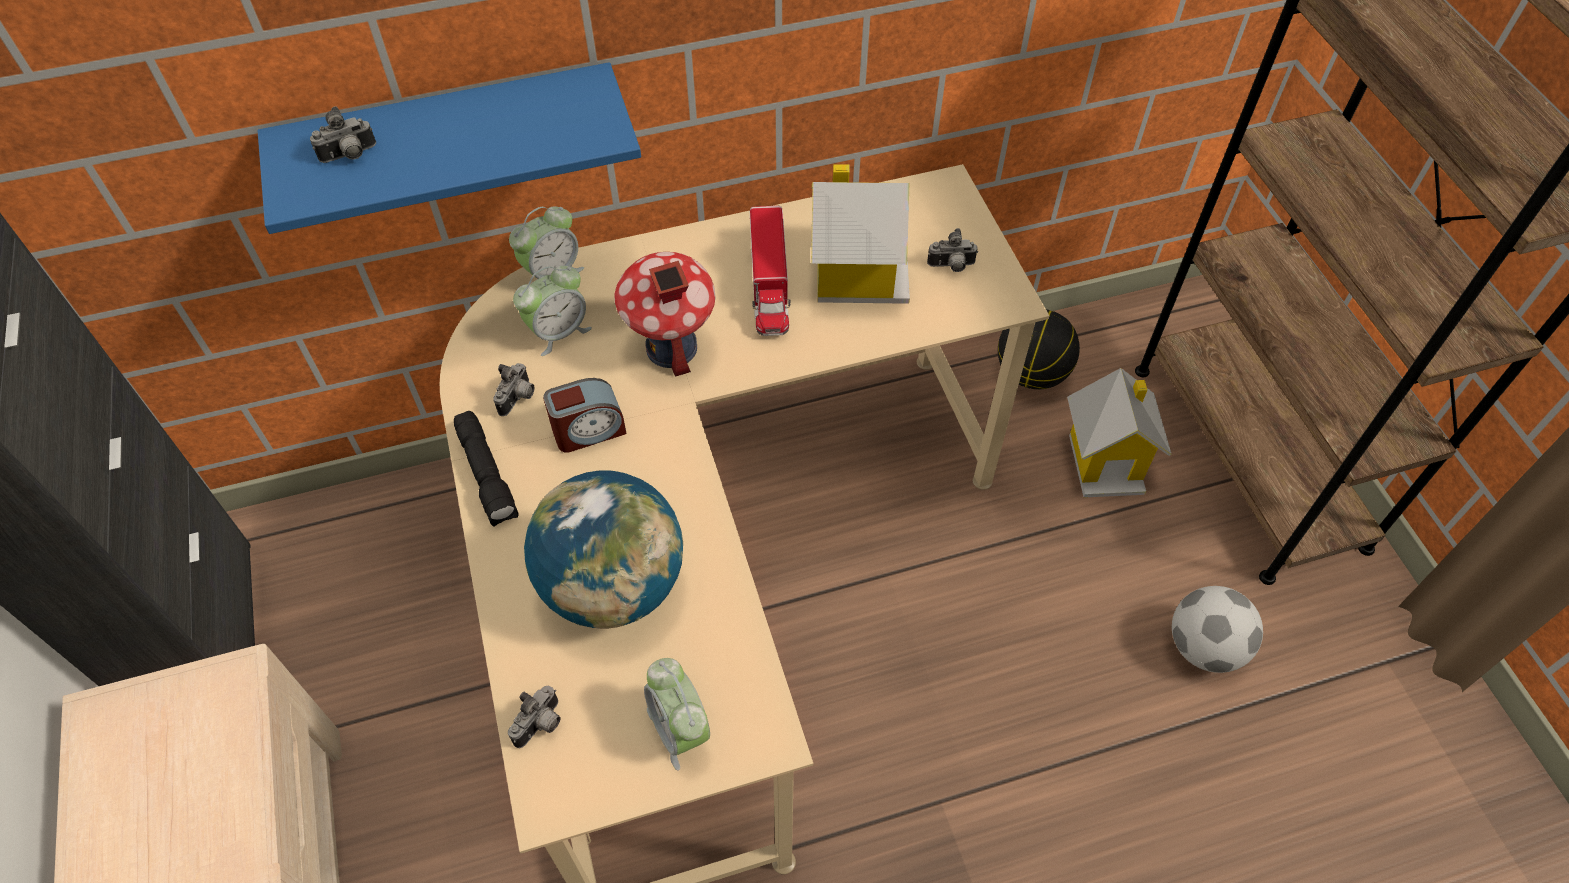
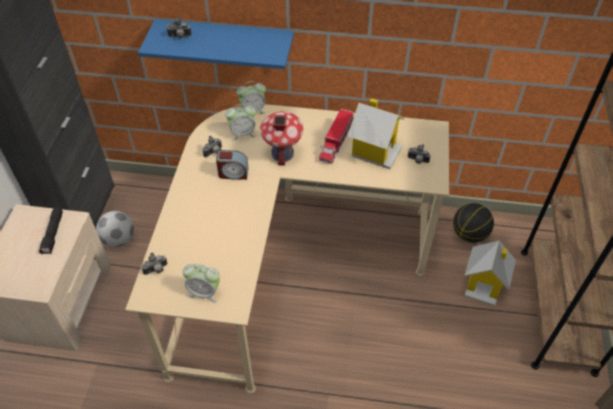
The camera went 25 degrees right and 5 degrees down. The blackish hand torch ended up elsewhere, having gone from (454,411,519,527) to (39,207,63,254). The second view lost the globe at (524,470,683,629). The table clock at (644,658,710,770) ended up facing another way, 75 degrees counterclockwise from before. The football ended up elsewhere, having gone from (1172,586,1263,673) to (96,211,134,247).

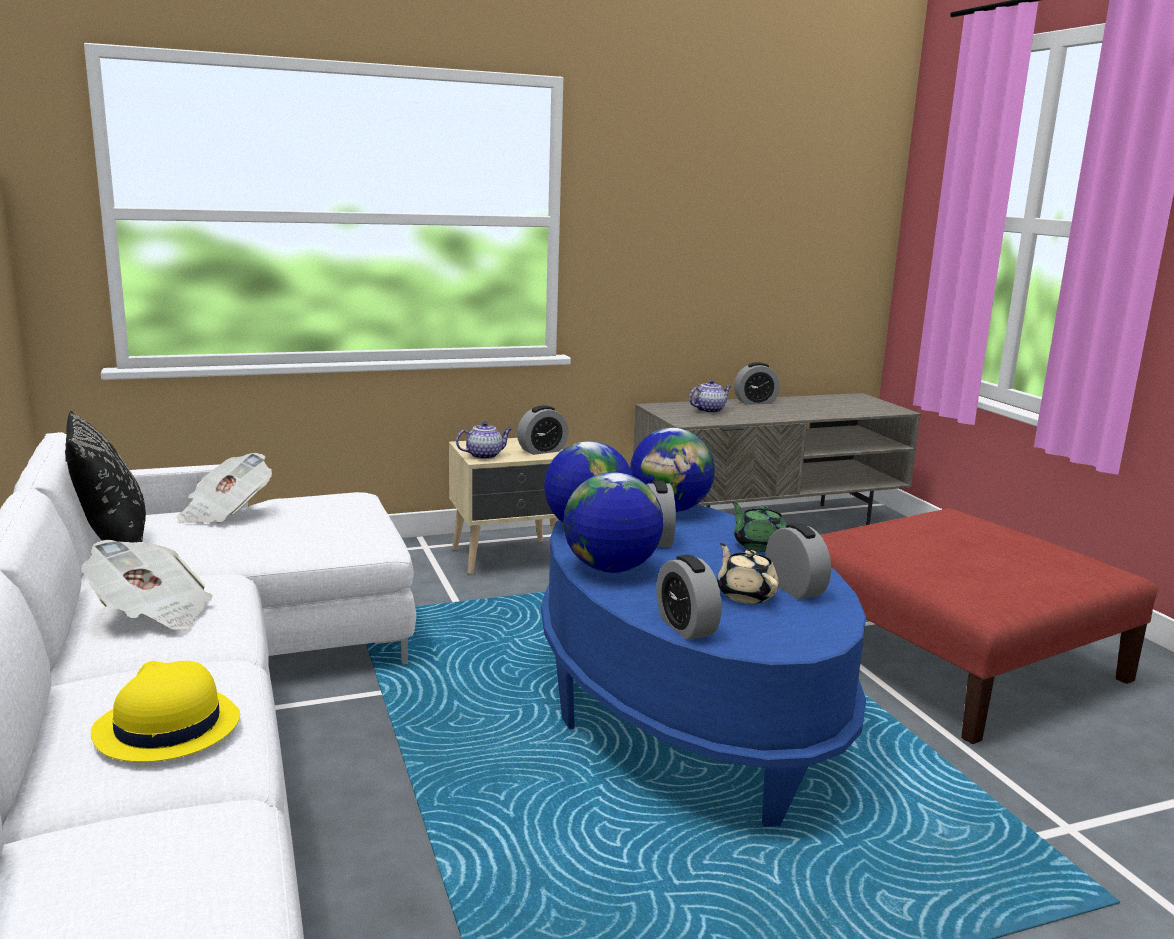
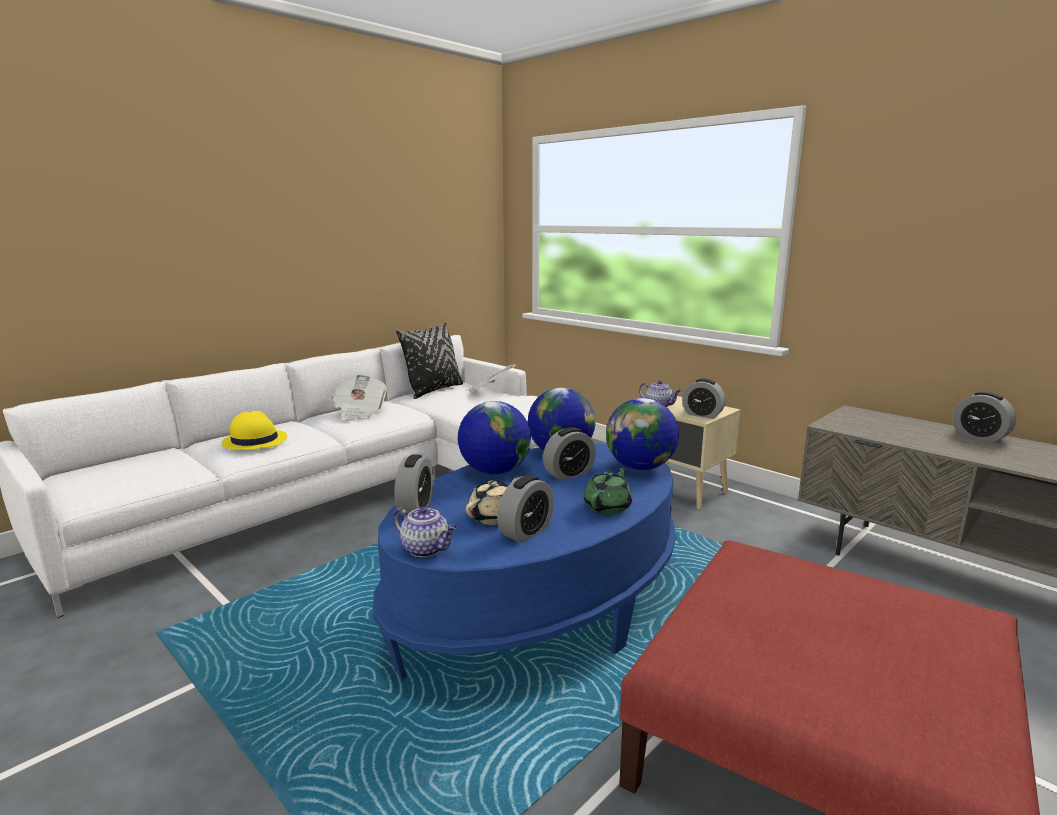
The camera went 65 degrees right and 0 degrees up. The table clock at (656,555,722,640) ended up facing another way, 150 degrees clockwise from before. The teapot ended up elsewhere, having gone from (689,380,731,413) to (393,506,457,557).

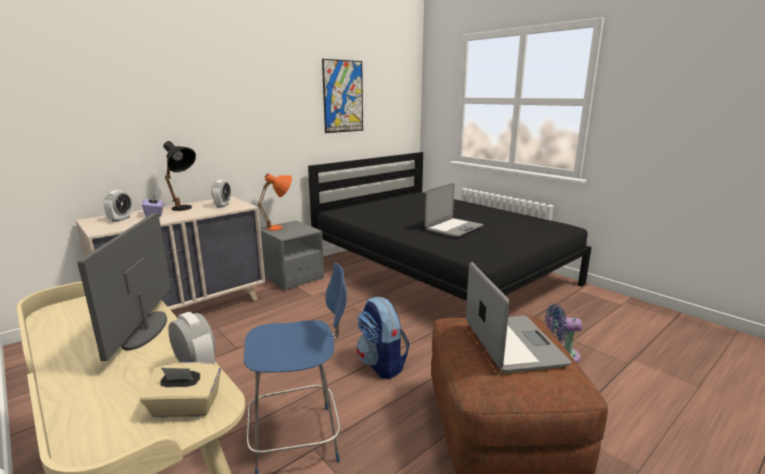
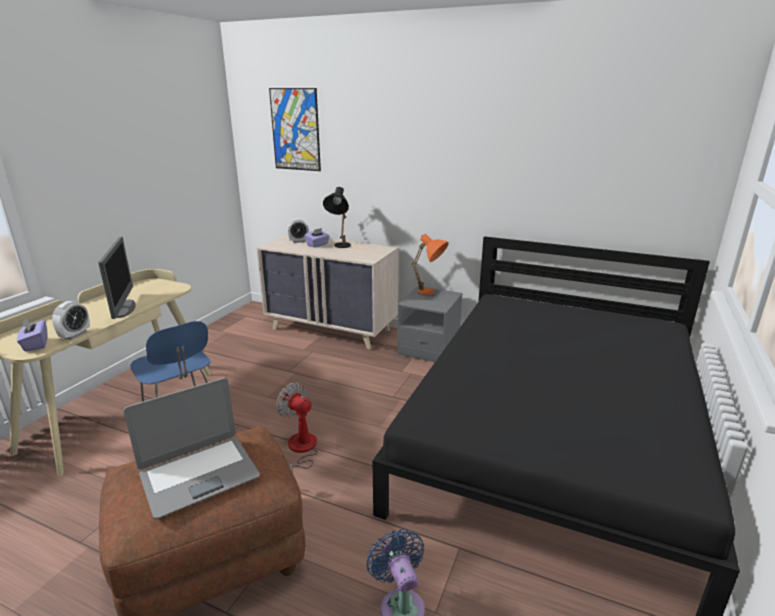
The camera went 65 degrees right and 5 degrees up. The computer screen at (77,213,171,361) ended up facing another way, 105 degrees clockwise from before. What was the beige tissue box at (140,362,221,418) turned into the purple-coloured tissue box at (17,318,48,352). The second view lost the table clock at (211,180,231,208). The wall art ended up elsewhere, having gone from (322,59,363,133) to (269,88,321,171). Where the knapsack stood at (357,297,410,379), the fan came to stand at (276,382,318,473). The second view lost the notebook computer at (425,183,484,237).

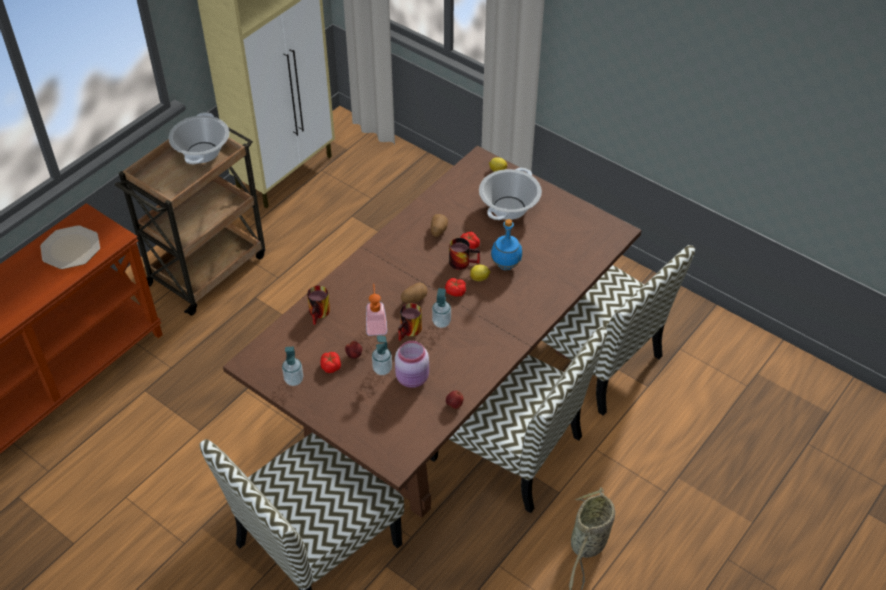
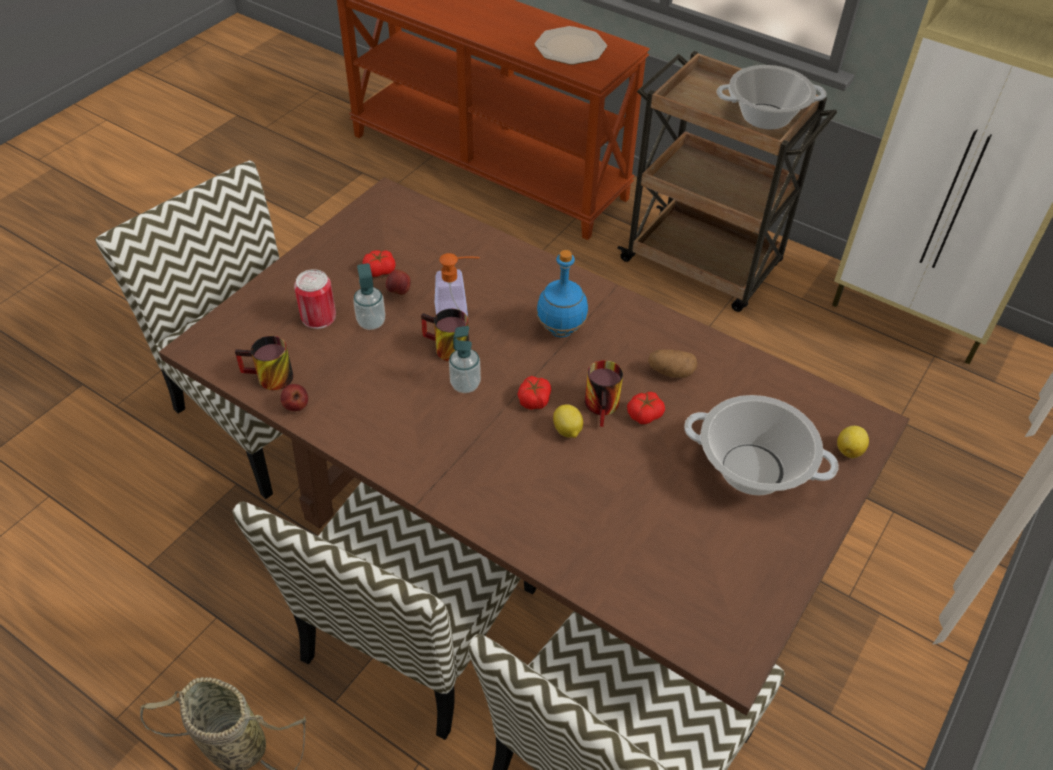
The camera went 85 degrees right and 0 degrees up. The second view lost the soap bottle at (282,347,303,386). The mug ended up elsewhere, having gone from (307,285,330,325) to (235,336,293,390). The second view lost the pinkish preserve jar at (395,341,429,388). The second view lost the spud at (401,282,428,303). The bluish drink bottle ended up elsewhere, having gone from (491,219,523,270) to (536,250,588,337). The second view gained the sealed can at (294,269,336,329).

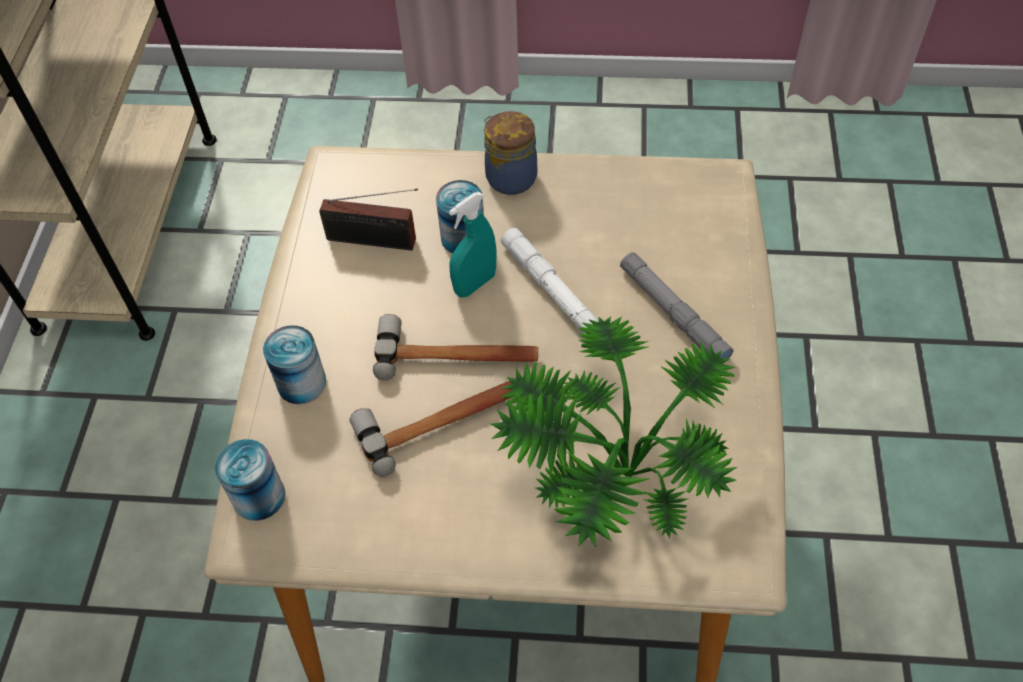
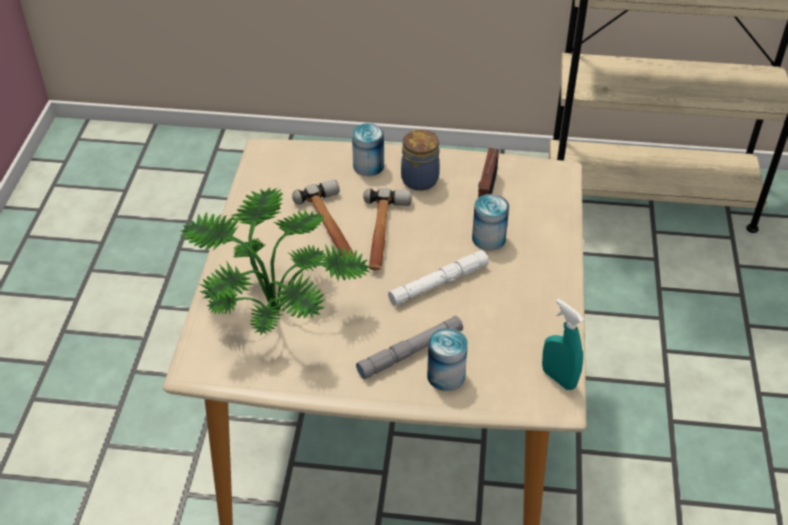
The camera went 90 degrees right and 10 degrees down. The sealed can ended up elsewhere, having gone from (215,439,285,521) to (427,328,468,391). The turquoise hand sprayer ended up elsewhere, having gone from (449,192,496,298) to (542,299,584,390). The preserve jar ended up elsewhere, having gone from (484,111,537,195) to (401,130,439,191).

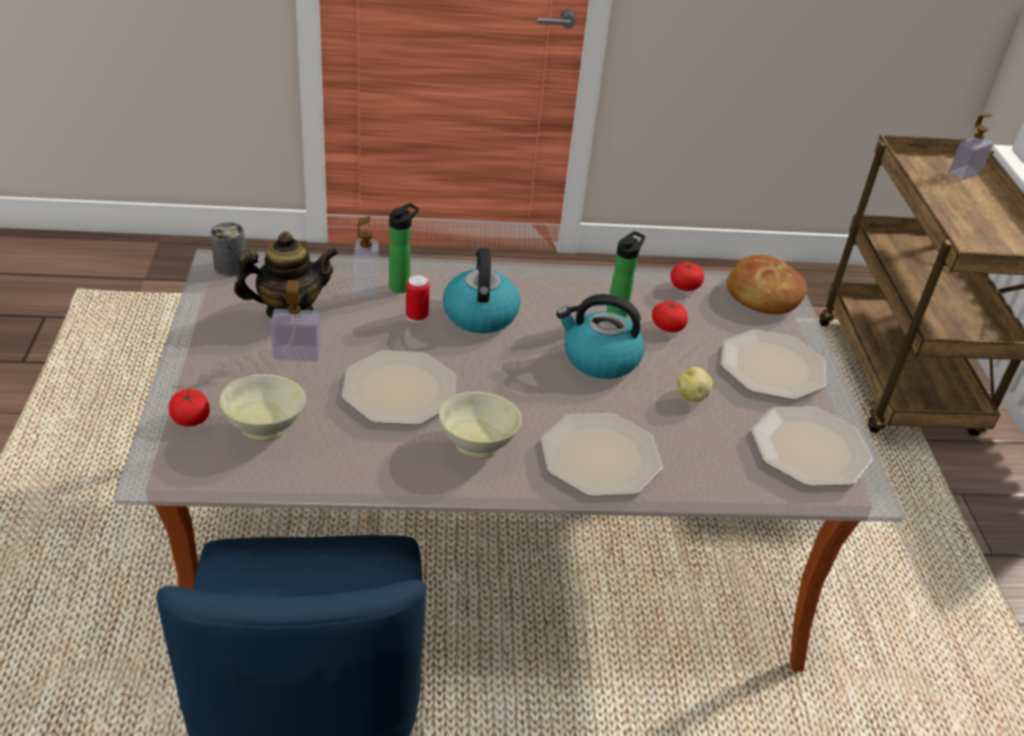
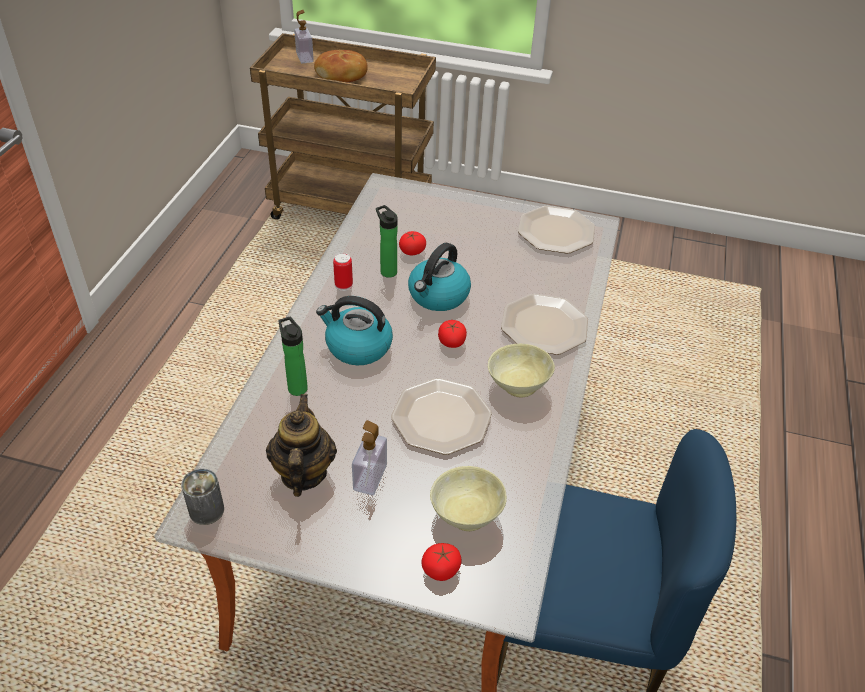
The camera went 70 degrees left and 5 degrees up. The second view lost the soap bottle at (353,216,378,298). The sealed can ended up elsewhere, having gone from (406,275,430,323) to (333,253,353,291). The tomato ended up elsewhere, having gone from (670,262,704,291) to (438,320,467,348). The second view lost the spud at (677,367,713,402). The second view lost the dinner plate at (720,329,826,400). The bread ended up elsewhere, having gone from (726,255,807,315) to (314,50,368,83).

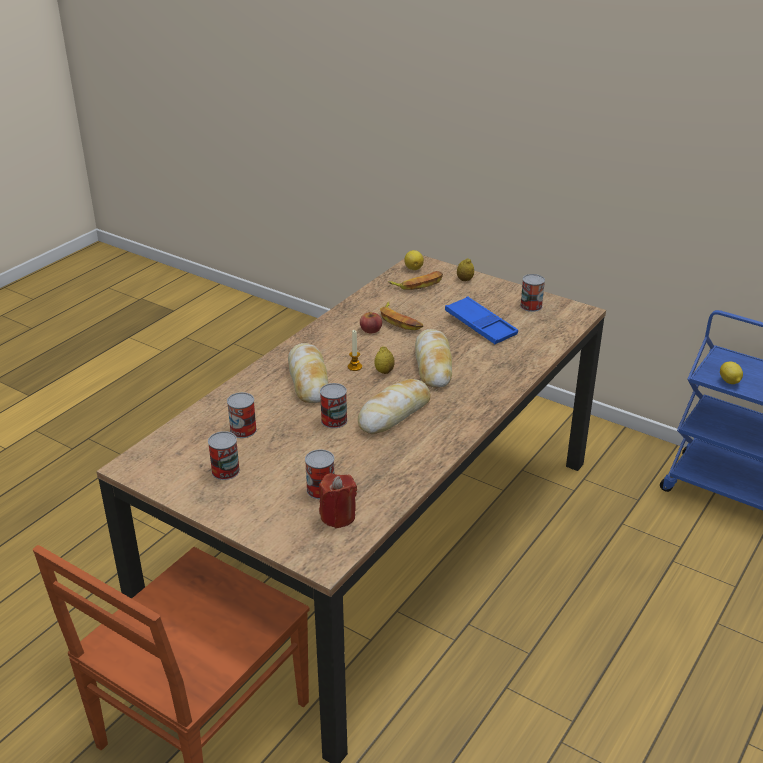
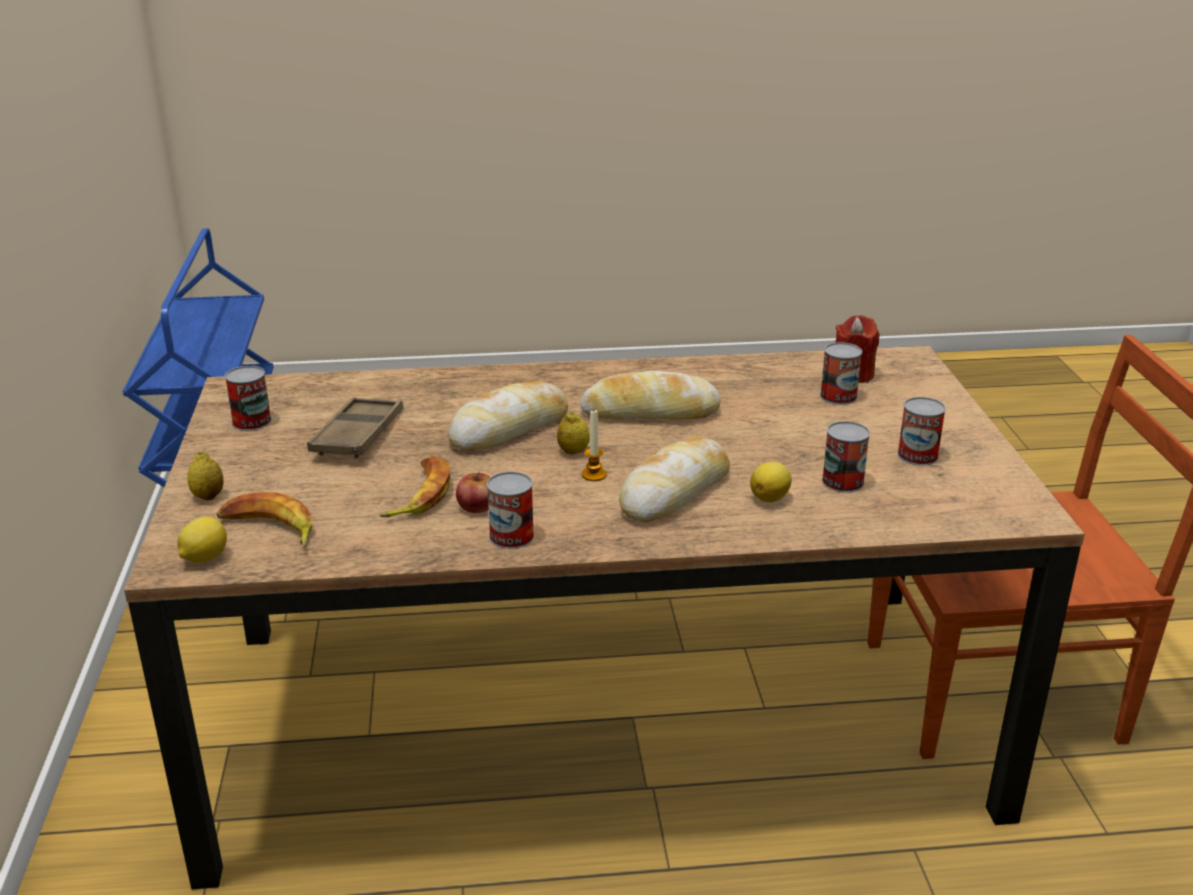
The camera went 130 degrees left and 5 degrees down. The sealed can ended up elsewhere, having gone from (320,383,347,428) to (487,472,534,549). What was the bluish tray at (445,296,518,344) turned into the brown tray at (307,397,403,458). The lemon ended up elsewhere, having gone from (720,362,743,384) to (750,462,792,503).

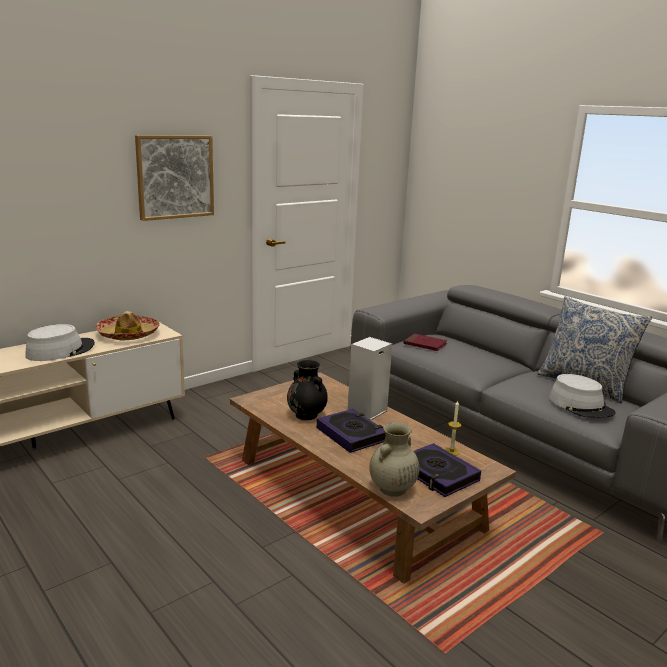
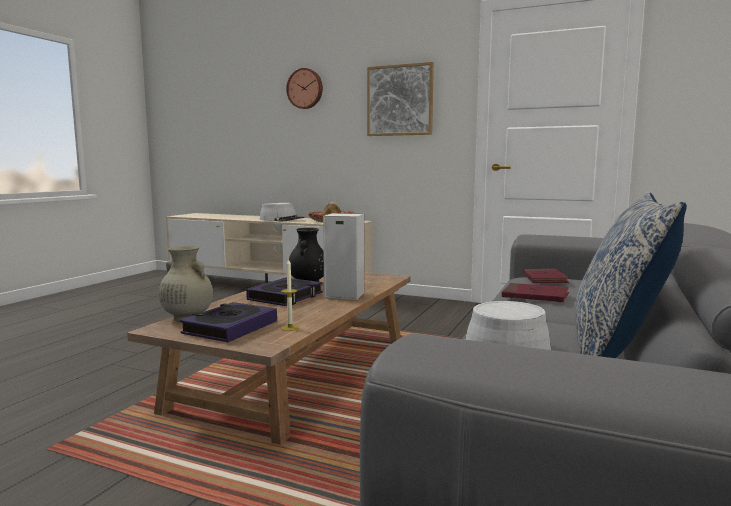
The camera went 65 degrees right and 10 degrees down. The second view gained the clock on the wall at (286,68,323,109). The second view gained the reddish book at (502,283,569,302).

